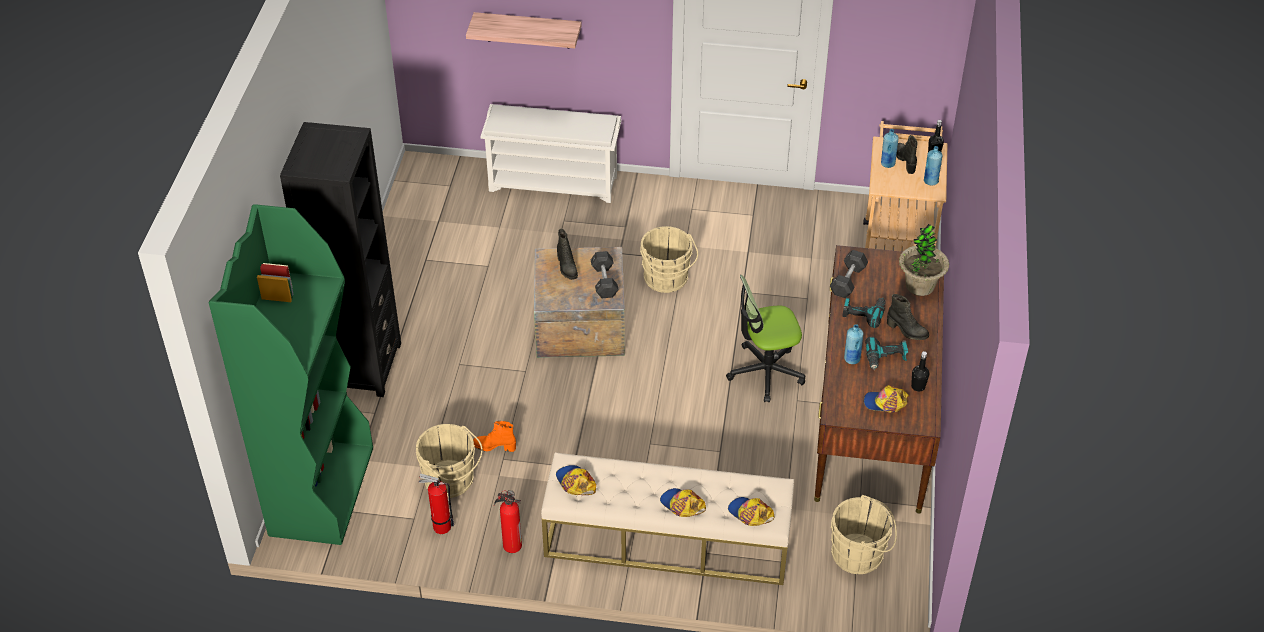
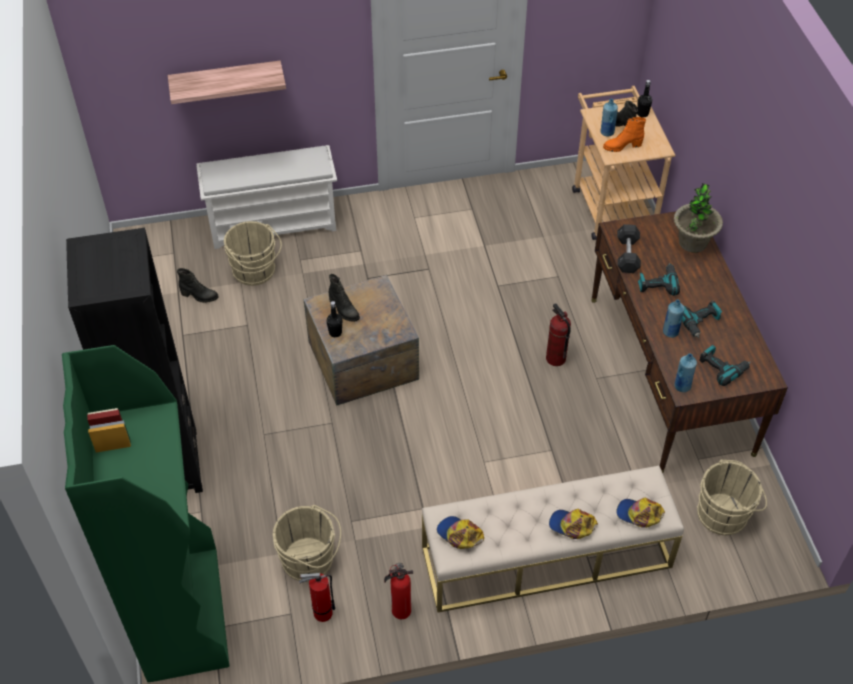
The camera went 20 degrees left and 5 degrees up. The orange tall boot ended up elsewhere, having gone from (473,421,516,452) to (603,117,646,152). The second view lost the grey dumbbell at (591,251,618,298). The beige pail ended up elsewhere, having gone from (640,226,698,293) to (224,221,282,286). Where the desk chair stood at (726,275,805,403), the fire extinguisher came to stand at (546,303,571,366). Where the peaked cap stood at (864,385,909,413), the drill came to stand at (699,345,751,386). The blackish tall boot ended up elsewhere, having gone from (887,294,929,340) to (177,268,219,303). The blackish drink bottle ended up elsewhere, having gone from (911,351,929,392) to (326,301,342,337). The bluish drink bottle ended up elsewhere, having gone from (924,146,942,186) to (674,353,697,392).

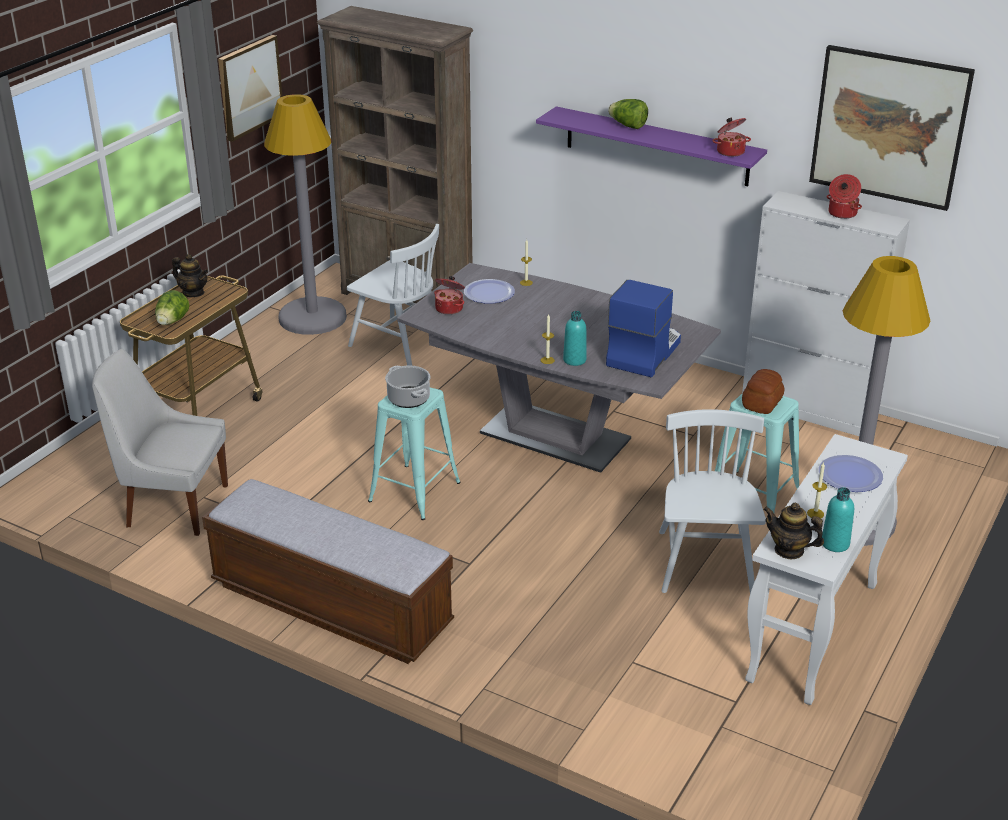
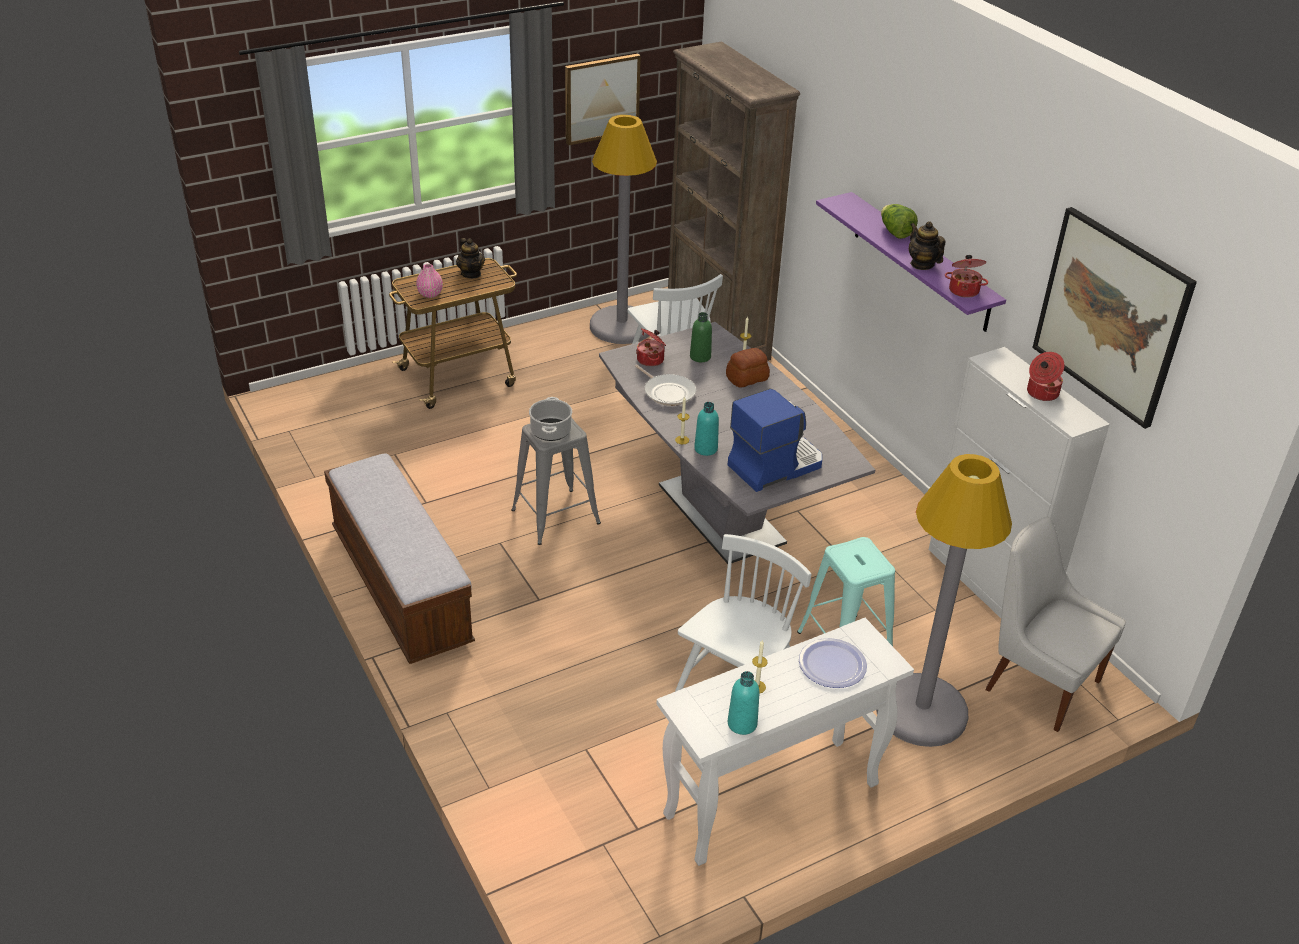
The camera went 30 degrees right and 5 degrees up. The whitish chair ended up elsewhere, having gone from (92,349,228,536) to (986,517,1126,732). Where the lettuce stood at (155,290,189,325), the pinkish vase came to stand at (416,264,443,298). What was the turquoise sitting stool at (368,387,461,520) turned into the grey sitting stool at (511,417,601,545). Where the dinner plate stood at (464,279,515,304), the green drink bottle came to stand at (690,312,712,362). The bread ended up elsewhere, having gone from (742,369,785,414) to (726,348,770,388). The teapot ended up elsewhere, having gone from (763,503,824,559) to (909,221,945,270). The second view gained the skillet at (635,365,696,406).

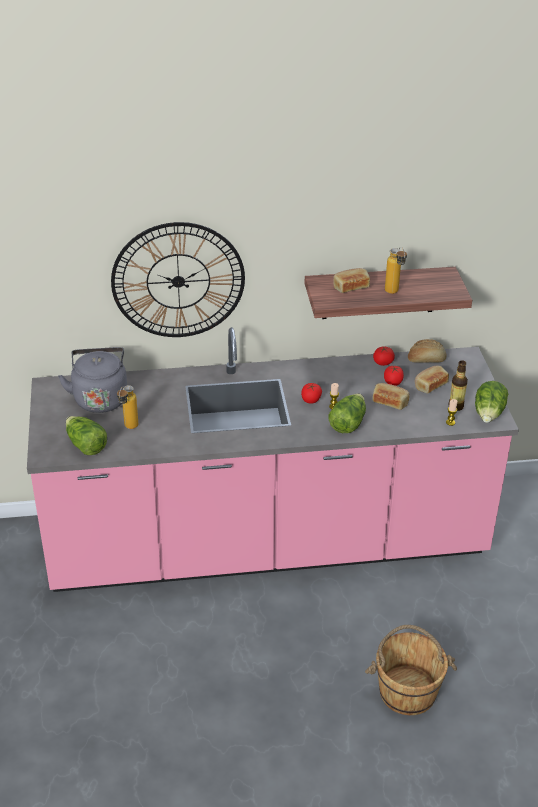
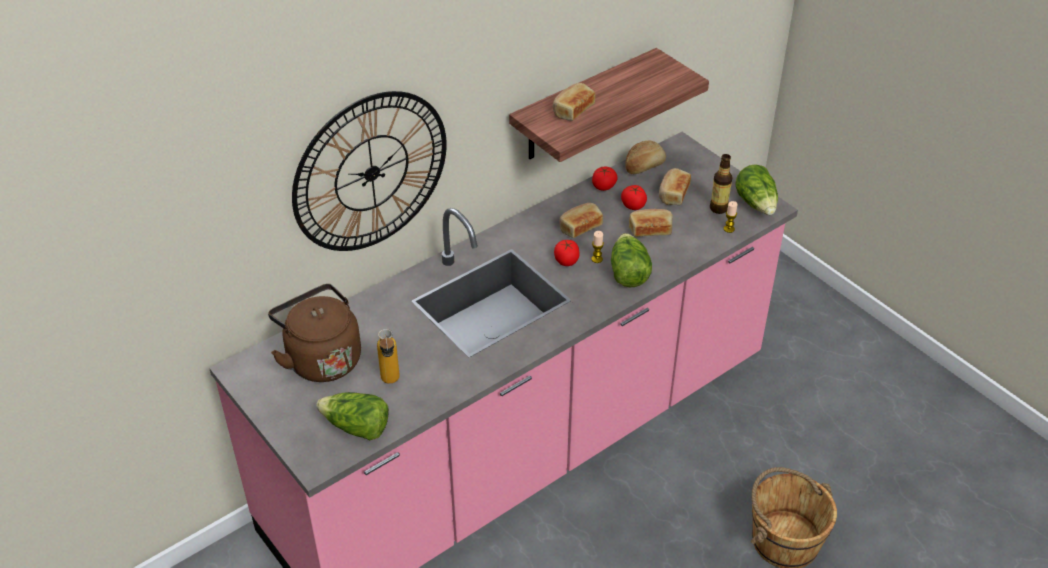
The camera went 30 degrees left and 5 degrees up. What was the grey tea kettle at (58,347,127,413) turned into the brown tea kettle at (268,284,361,382). The second view lost the drink bottle at (385,247,407,294). The second view gained the bread at (559,203,603,238).

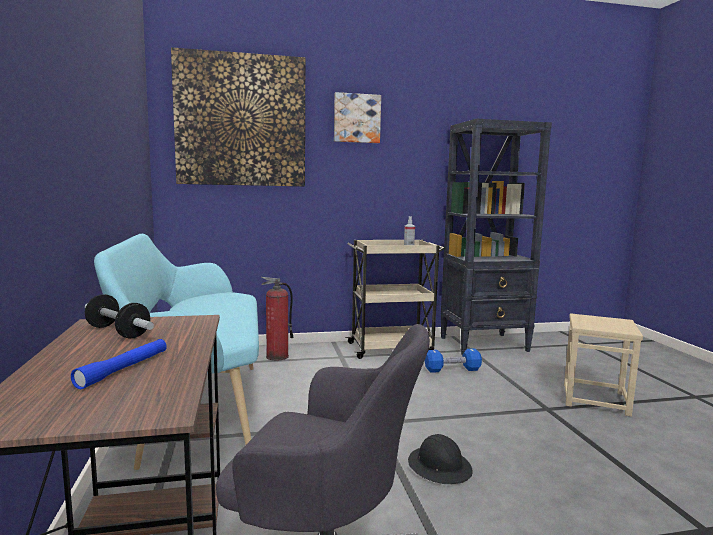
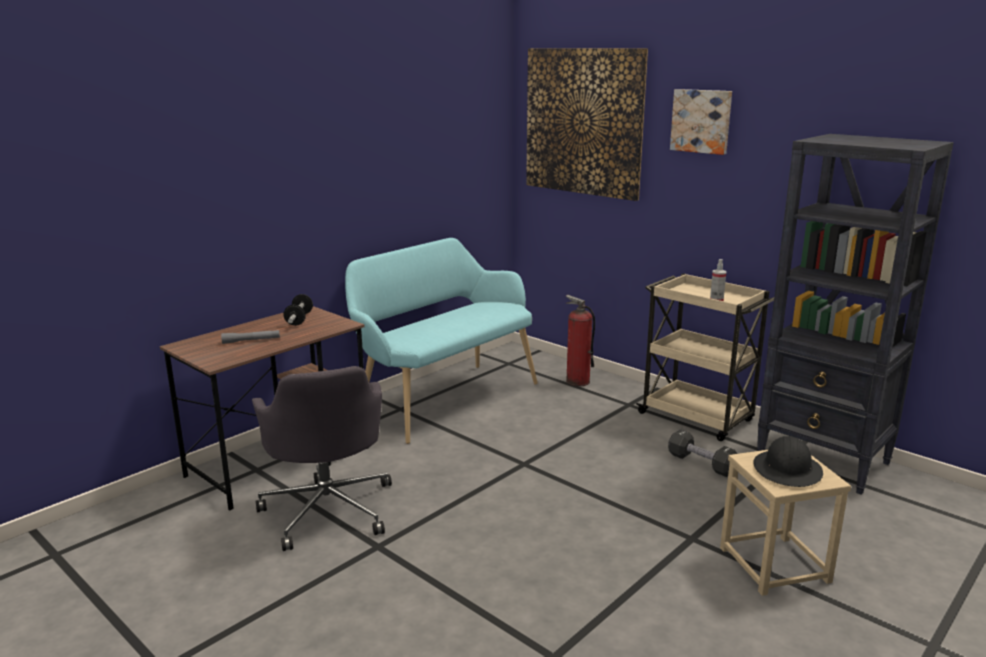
The camera went 55 degrees right and 10 degrees up. What was the bluish hand torch at (71,339,167,389) turned into the grey hand torch at (221,330,280,344). The blackish safety helmet ended up elsewhere, having gone from (408,434,473,484) to (753,436,823,487). What was the bluish dumbbell at (425,348,482,373) turned into the blackish dumbbell at (668,429,738,477).

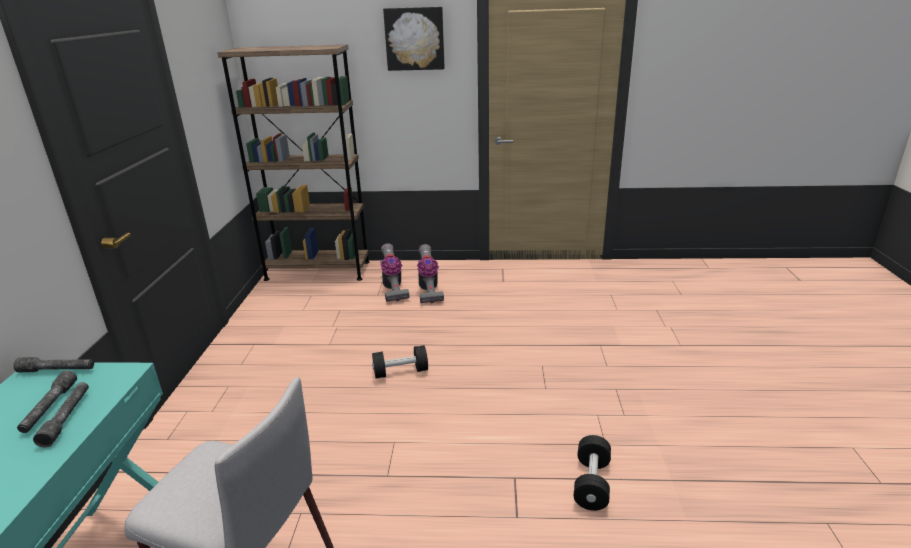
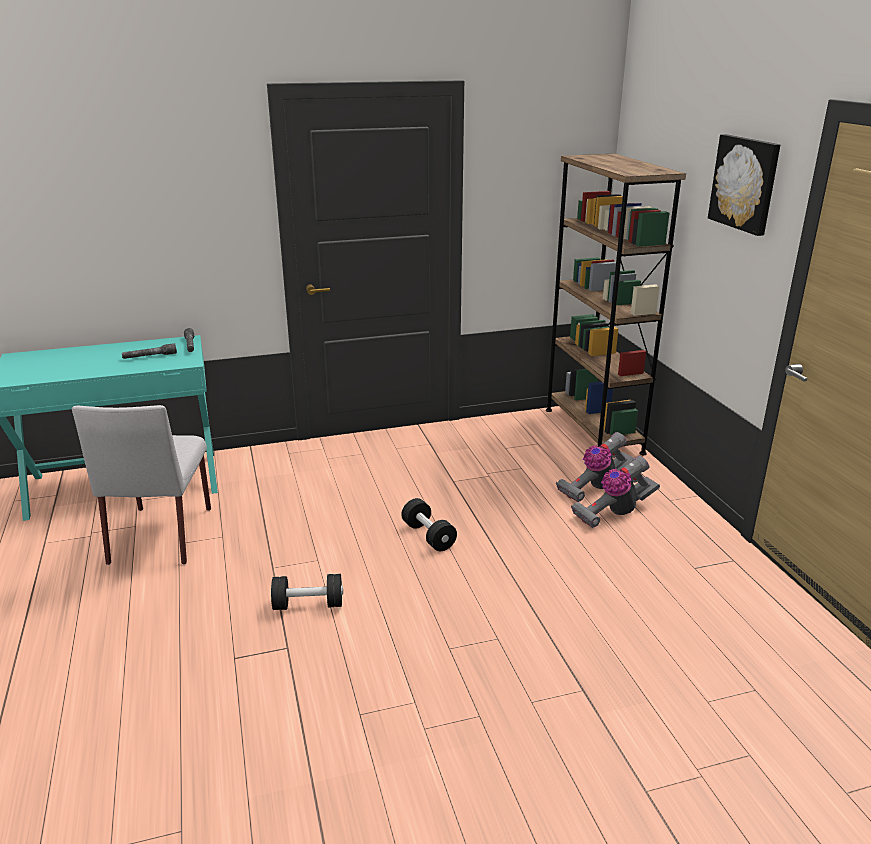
The camera went 70 degrees right and 0 degrees up. The second view lost the grey hand torch at (33,382,89,447). The blackish dumbbell ended up elsewhere, having gone from (574,435,611,511) to (271,574,343,610).

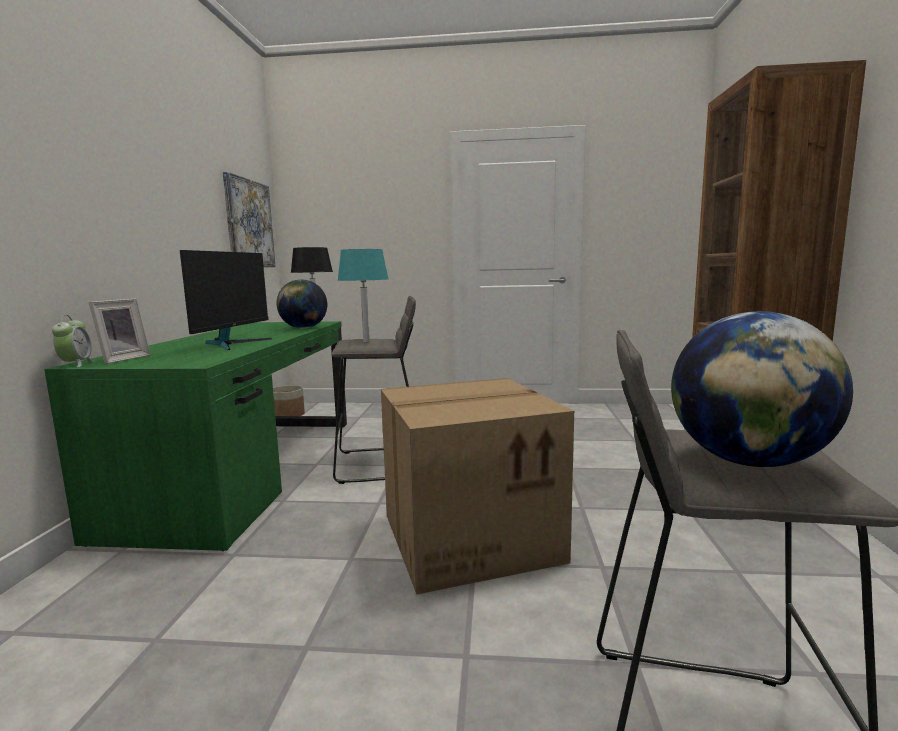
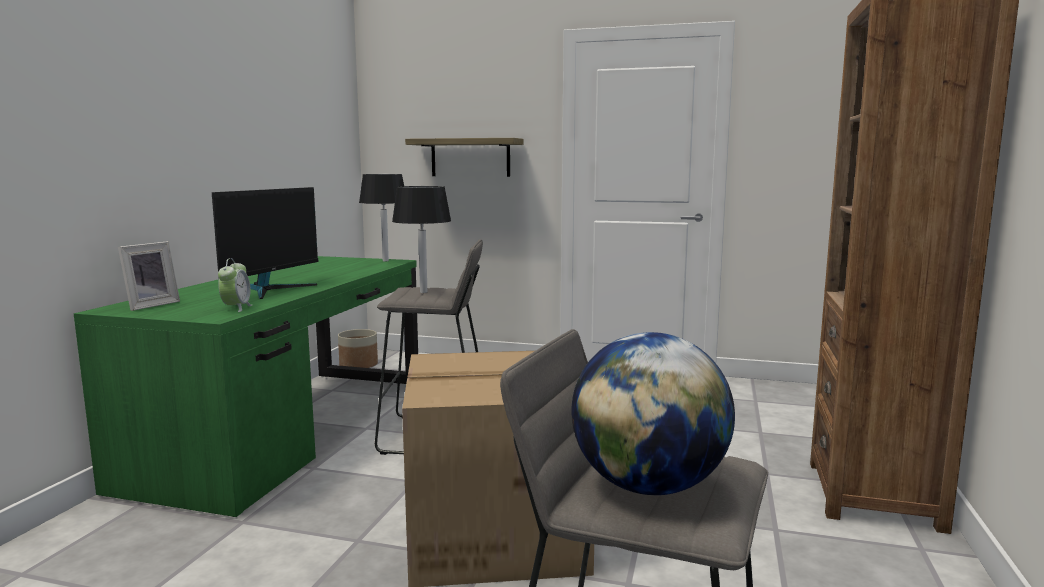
The camera went 10 degrees right and 0 degrees up. The table clock ended up elsewhere, having gone from (52,315,95,367) to (218,258,252,312). The second view lost the wall art at (223,172,276,267). The second view lost the globe at (277,279,327,329). What was the turquoise tabletop lamp at (337,249,388,342) turned into the blackish tabletop lamp at (392,186,451,293). The second view gained the shelf at (405,138,523,177).

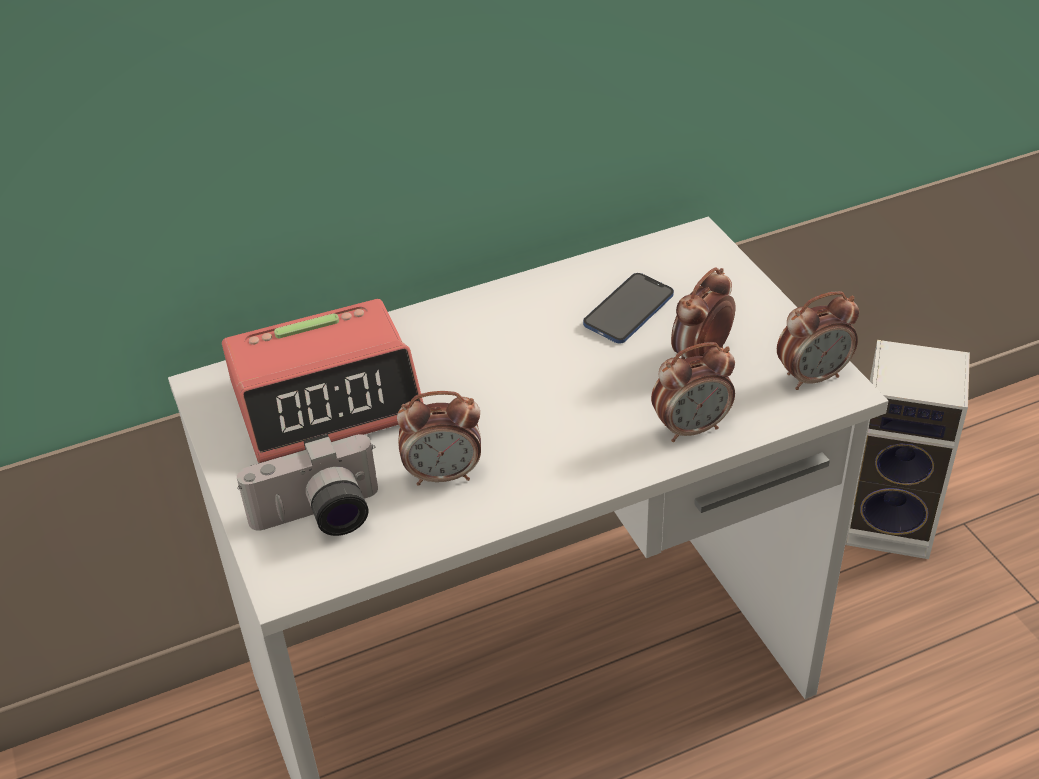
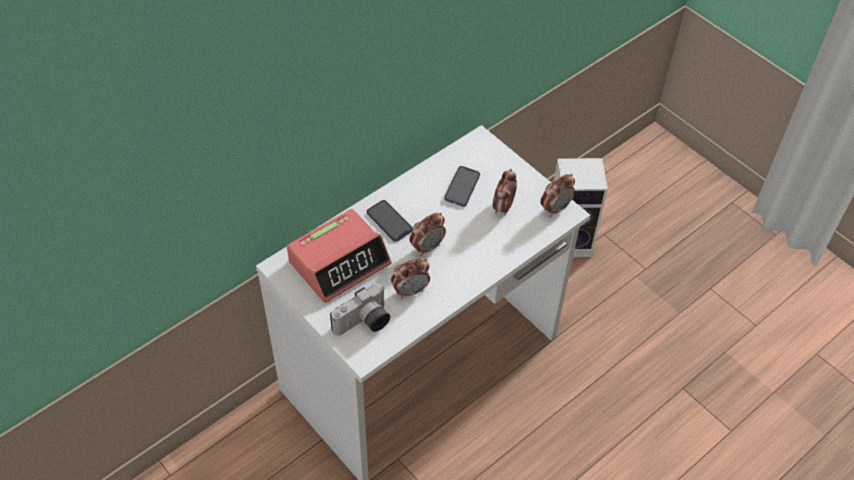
The camera went 20 degrees left and 10 degrees up. The table clock ended up elsewhere, having gone from (651,342,735,442) to (410,213,446,256). The second view gained the phone at (367,200,413,242).

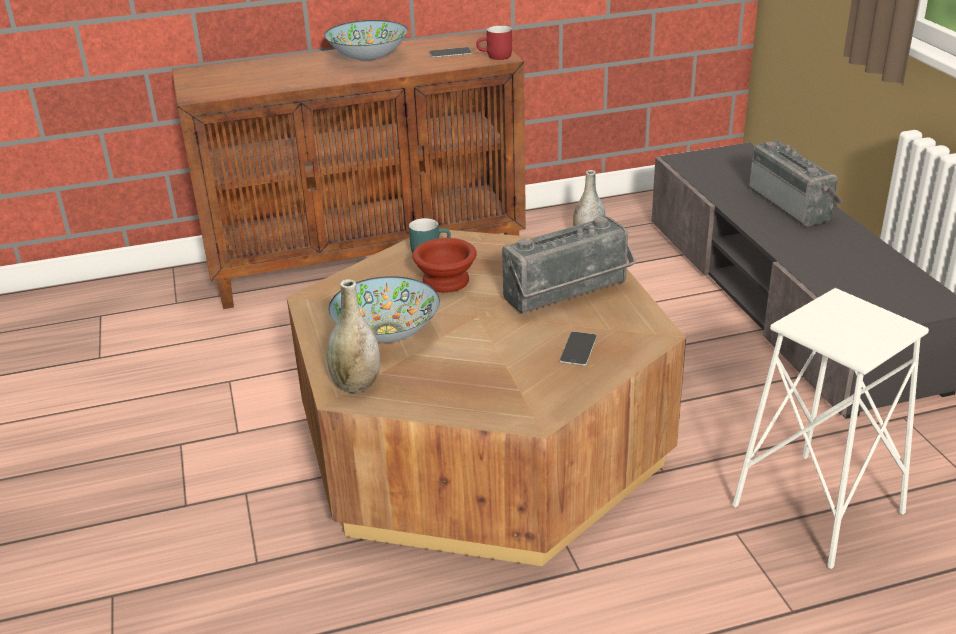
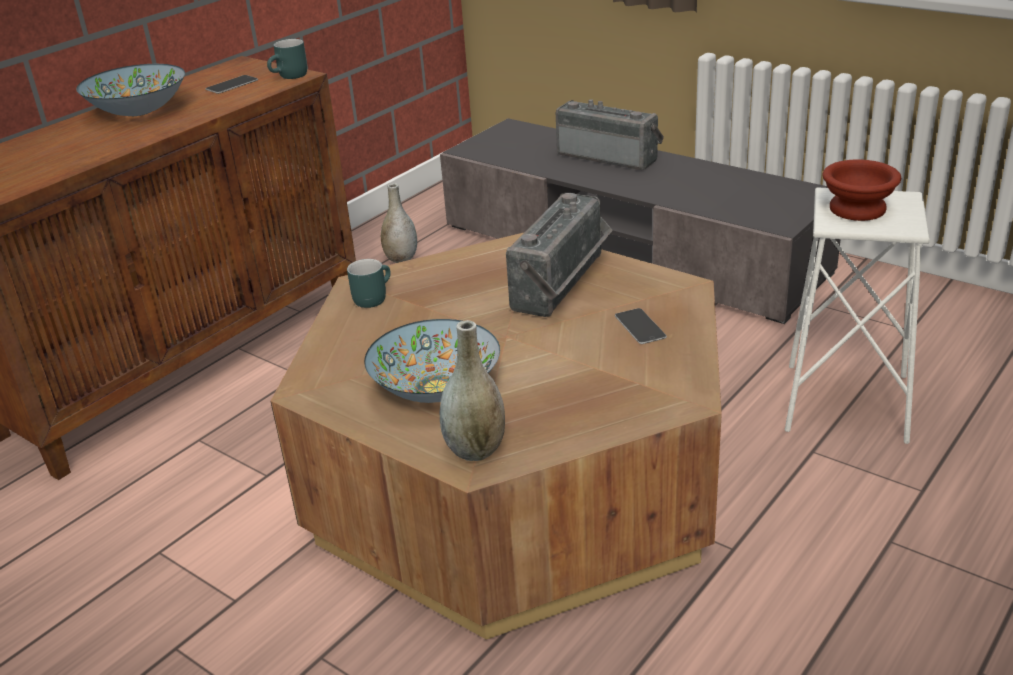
The camera went 35 degrees left and 0 degrees up. The brown serving bowl ended up elsewhere, having gone from (412,238,477,293) to (823,160,901,221). What was the reddish mug at (476,25,512,60) turned into the turquoise mug at (267,39,307,79).

